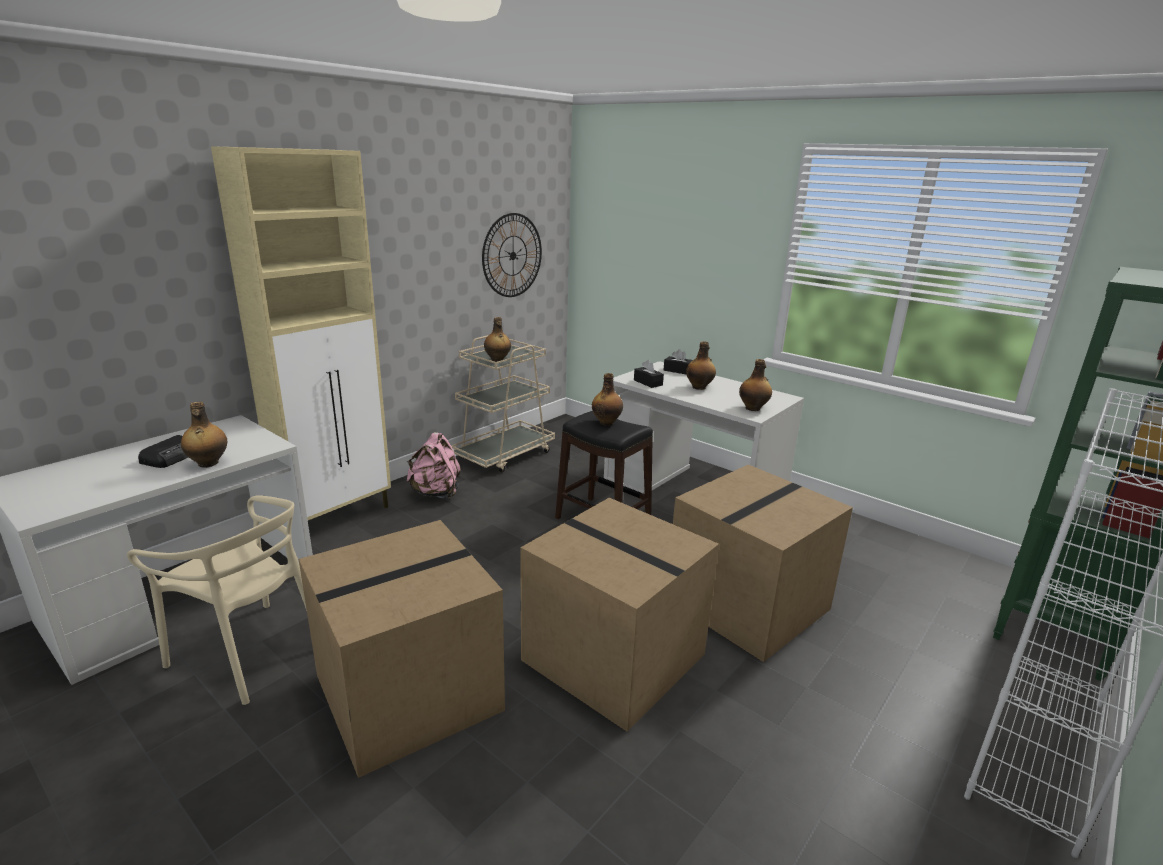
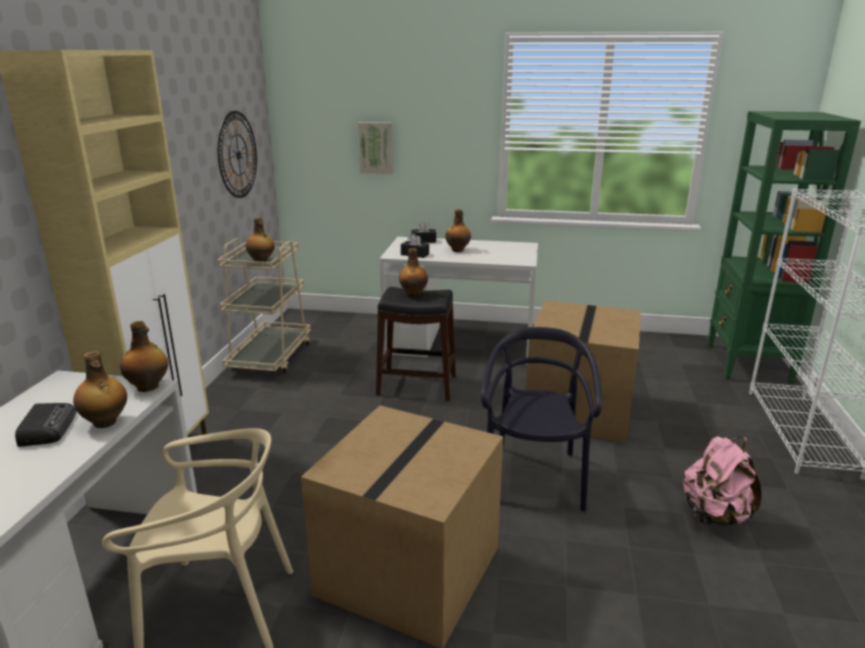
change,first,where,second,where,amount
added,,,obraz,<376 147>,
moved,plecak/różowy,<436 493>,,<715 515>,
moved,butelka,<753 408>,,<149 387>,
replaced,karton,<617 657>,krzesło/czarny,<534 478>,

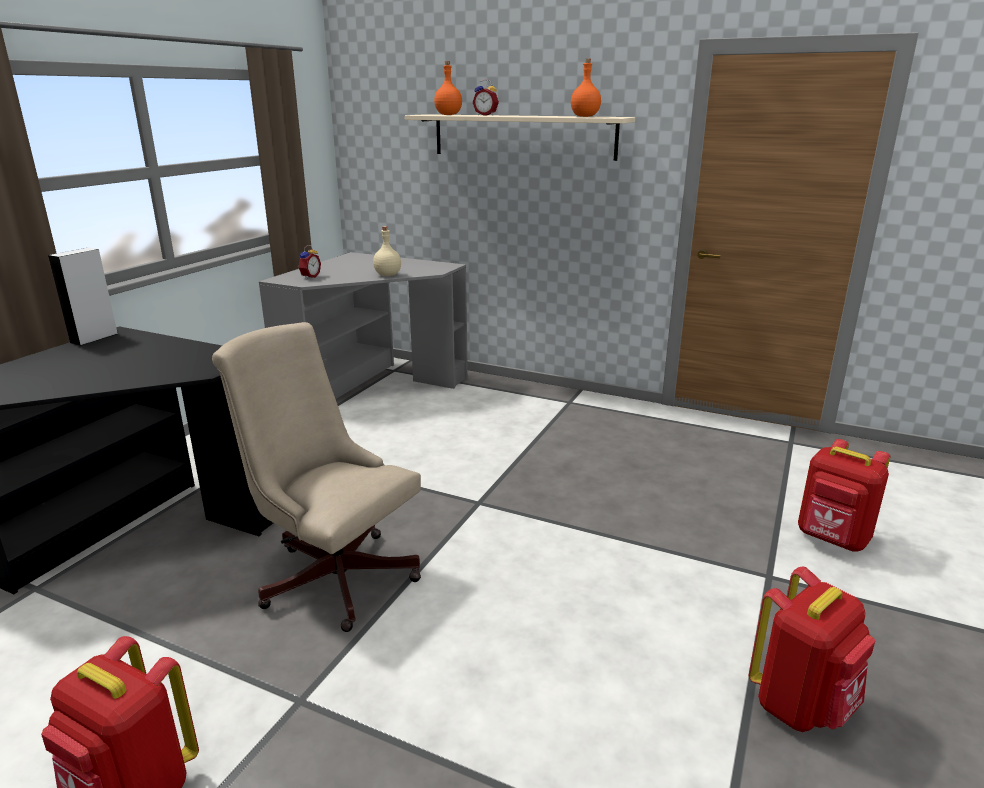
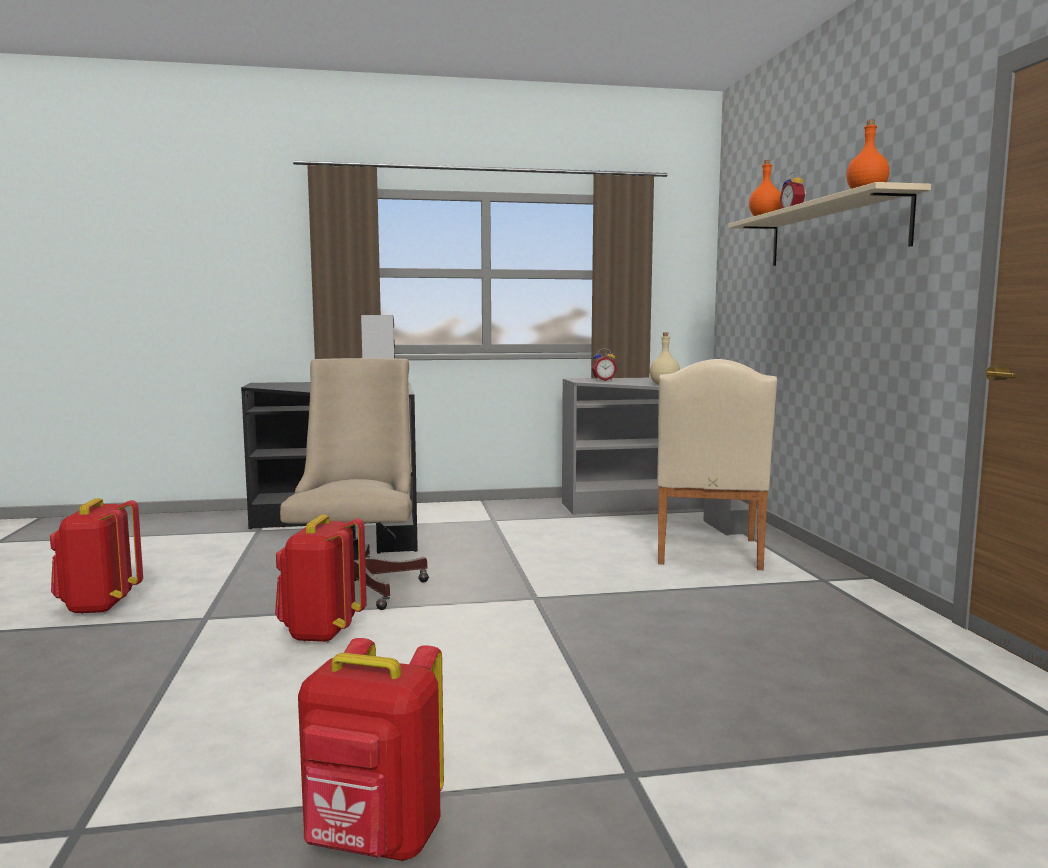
change,first,where,second,where,amount
added,,,krzesło/beżowy,<707 554>,
moved,plecak/czerwony,<832 539>,,<321 632>,

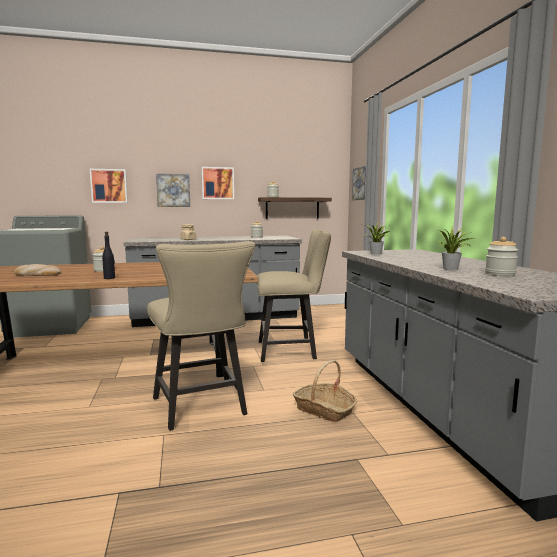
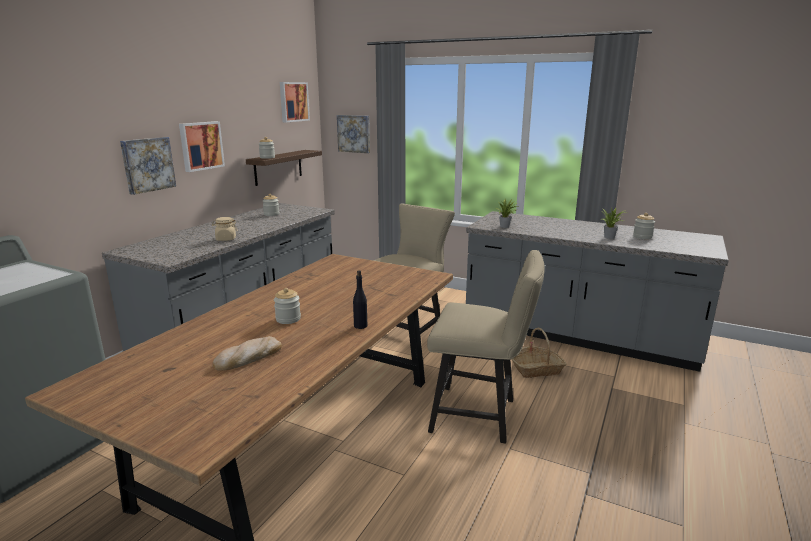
change,first,where,second,where,amount
moved,obraz,<109 186>,,<293 102>,

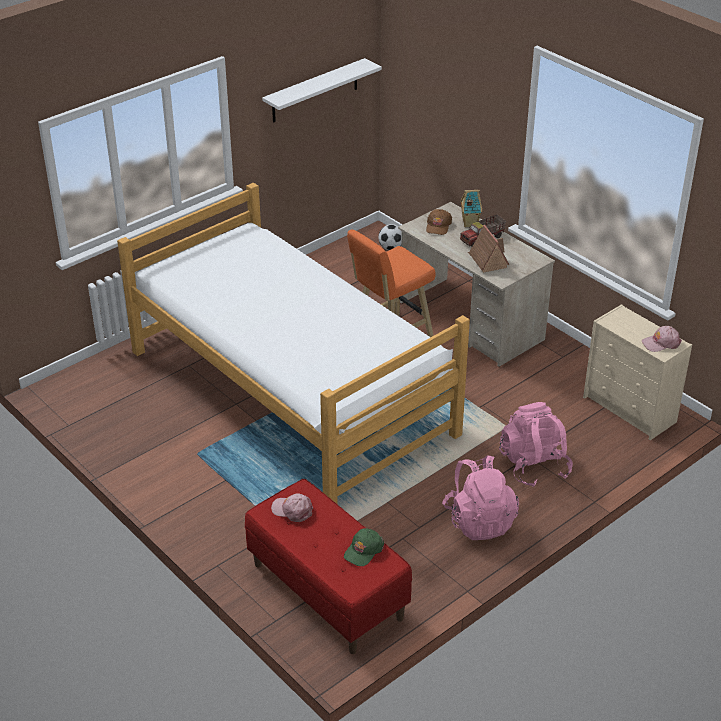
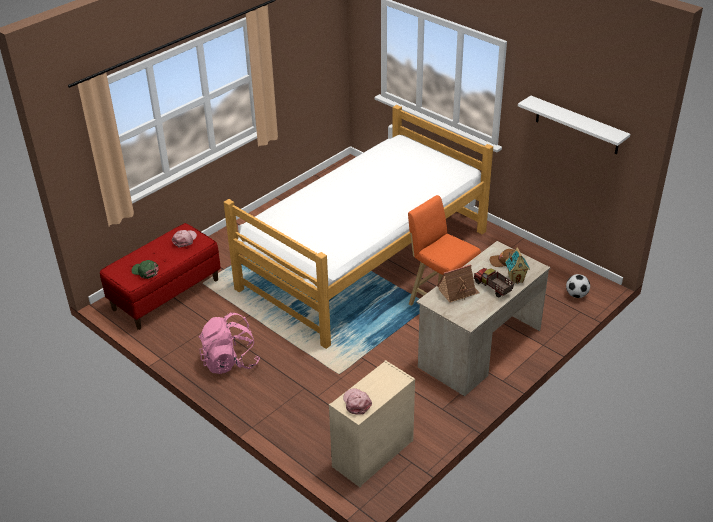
change,first,where,second,where,amount
removed,plecak/różowy,<533 466>,,,

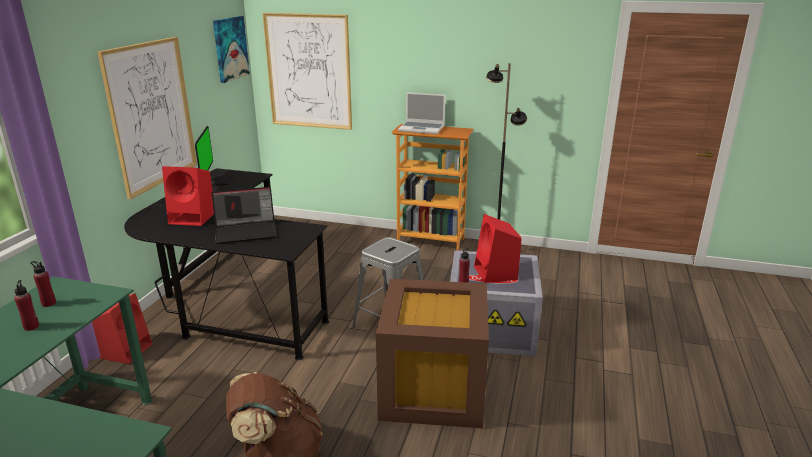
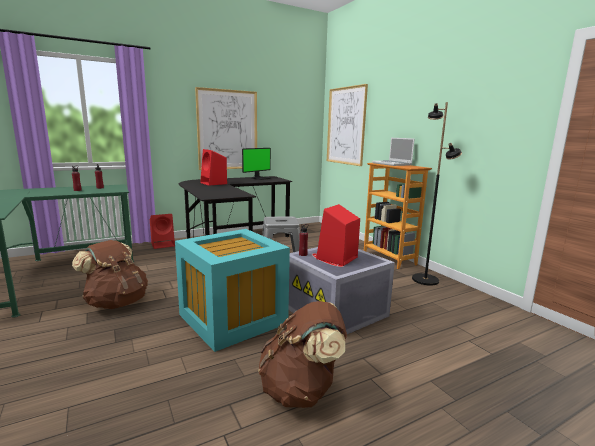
change,first,where,second,where,amount
removed,laptop,<247 231>,,,
removed,obraz,<230 48>,,,
added,,,plecak/brązowy,<302 390>,
recoloured,pojemnik do przechowywania/brązowy,<434 389>,pojemnik do przechowywania/turkusowy,<234 319>,

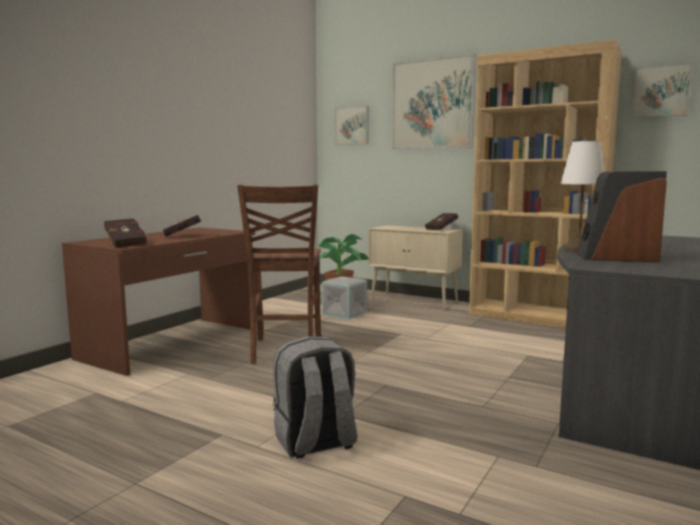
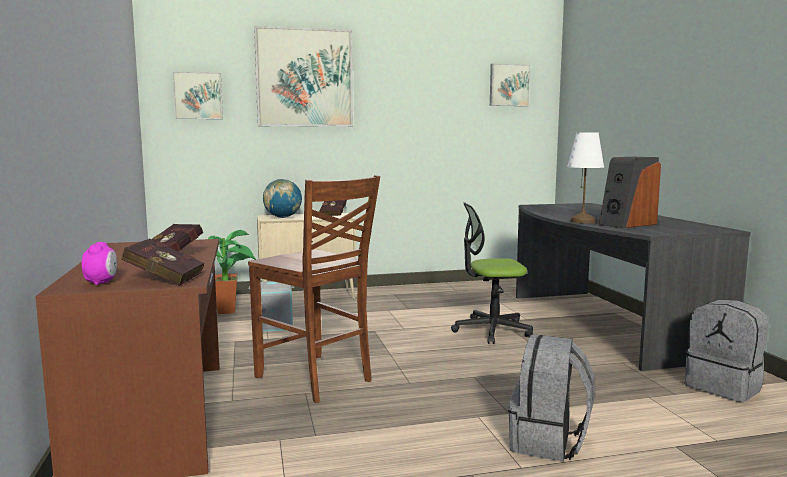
change,first,where,second,where,amount
removed,regał/brązowy,<534 317>,,,
added,,,budzik,<101 283>,
added,,,globus,<283 217>,
added,,,krzesło biurowe,<491 330>,
added,,,plecak/szary,<724 387>,

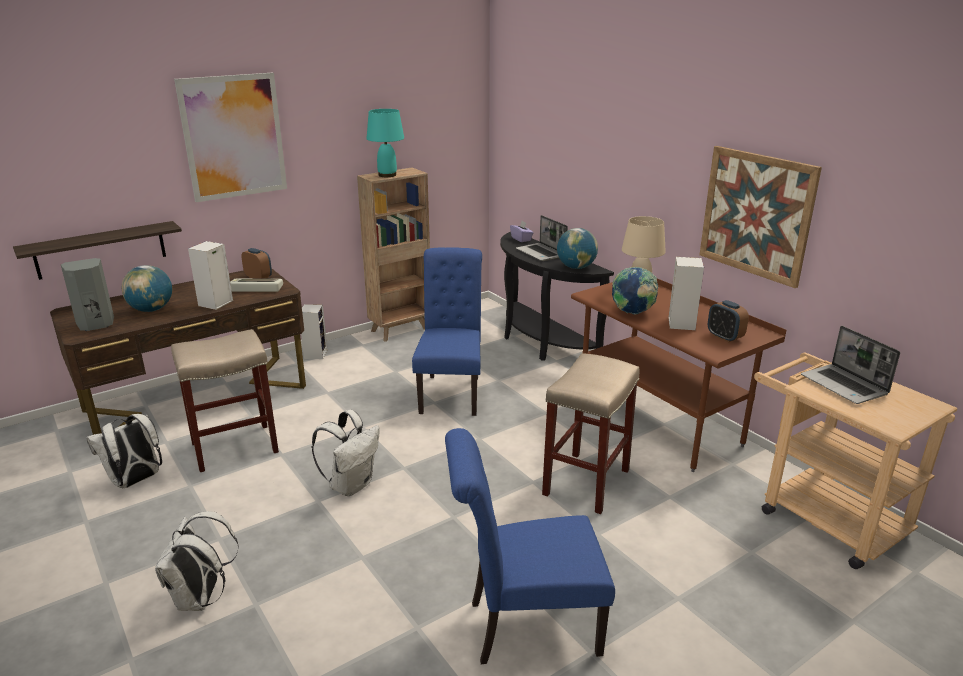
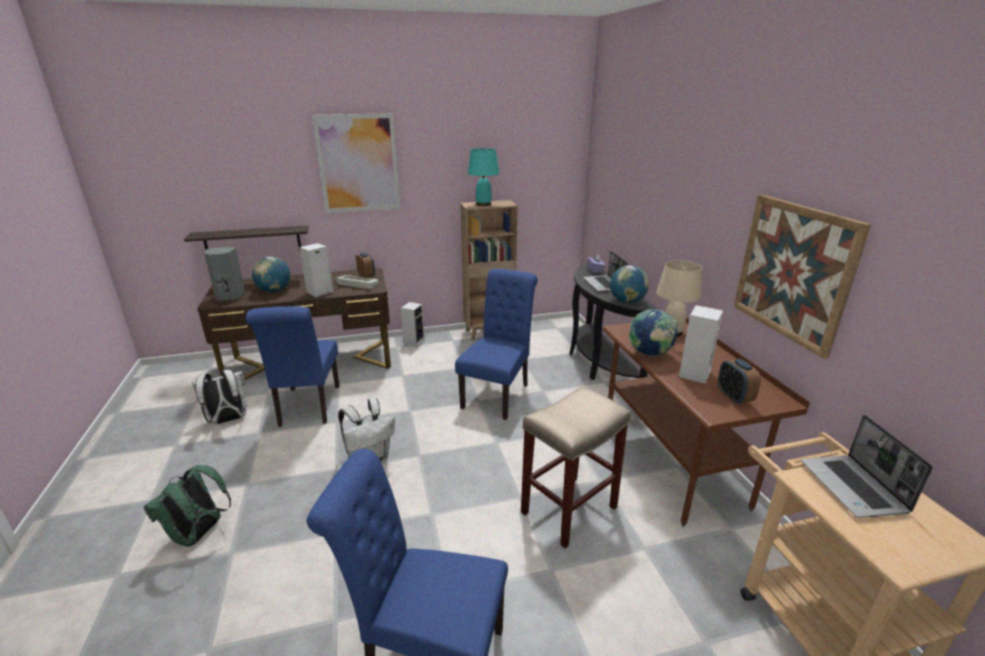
change,first,where,second,where,amount
replaced,stołek/beżowy,<233 448>,krzesło/niebieski,<308 408>,
recoloured,plecak/biały,<201 598>,plecak/zielony,<199 534>,

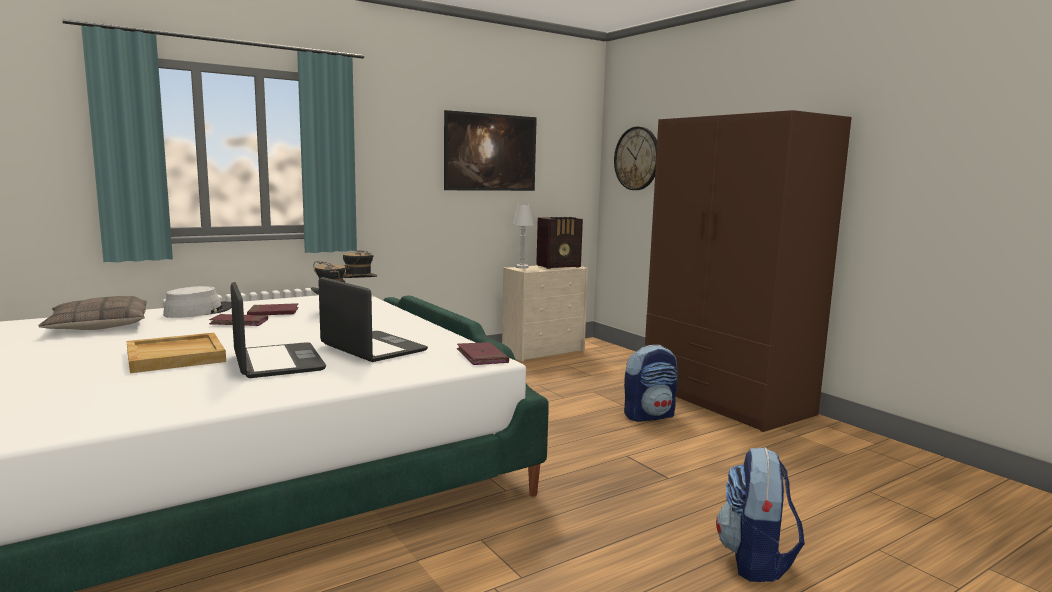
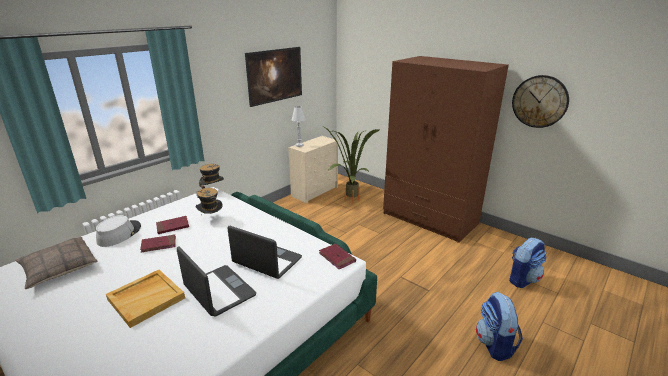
change,first,where,second,where,amount
removed,radio,<559 266>,,,
added,,,roślina doniczkowa,<348 201>,
moved,zegar ścienny,<637 158>,,<539 101>,
moved,plecak,<649 415>,,<522 279>,

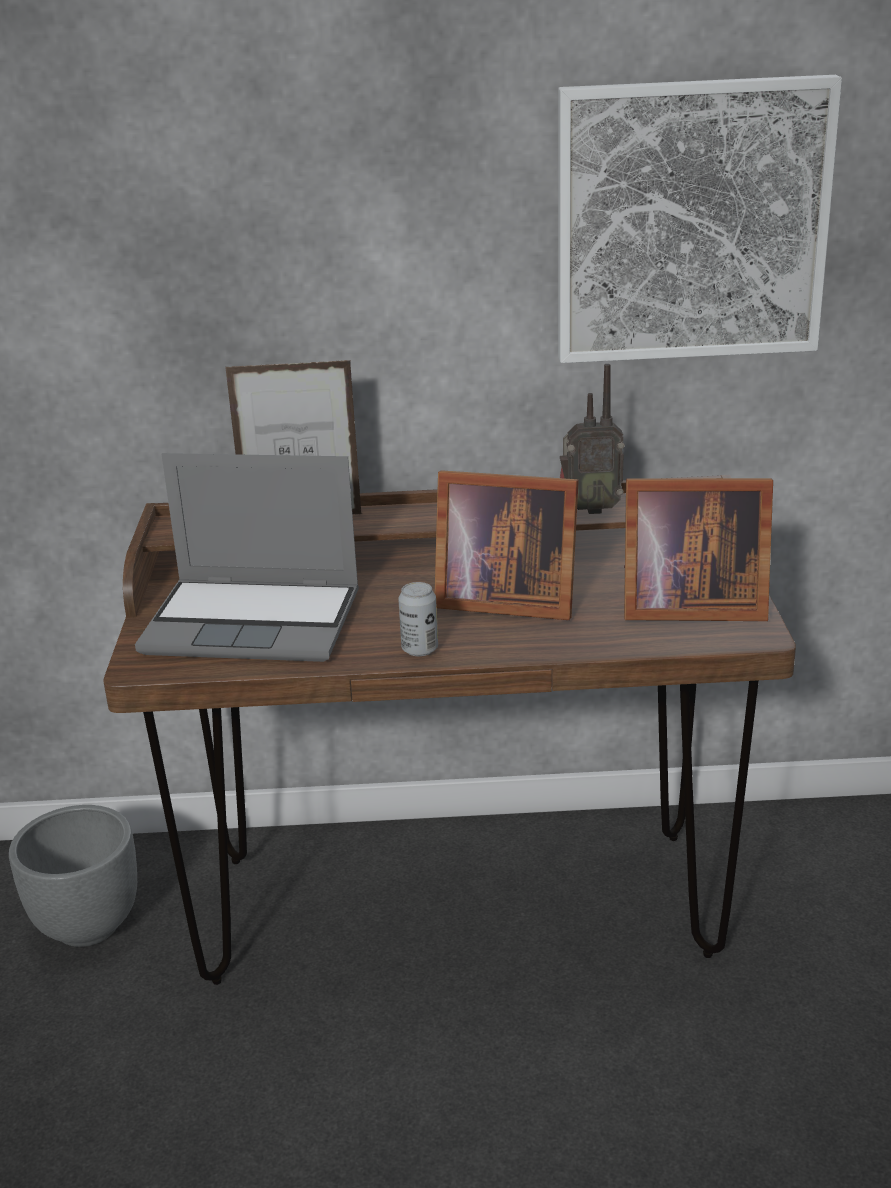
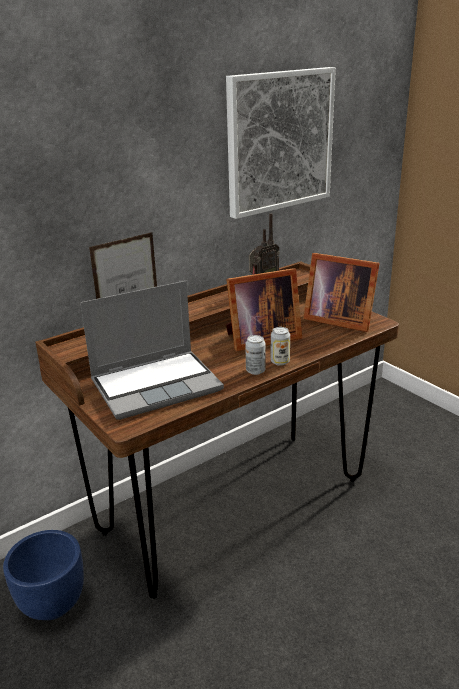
change,first,where,second,where,amount
added,,,puszka,<280 362>,
recoloured,donica/szary,<89 926>,donica/niebieski,<54 604>,
turned,ramka na zdjęcie,<686 606>,,<337 319>,60 degrees clockwise

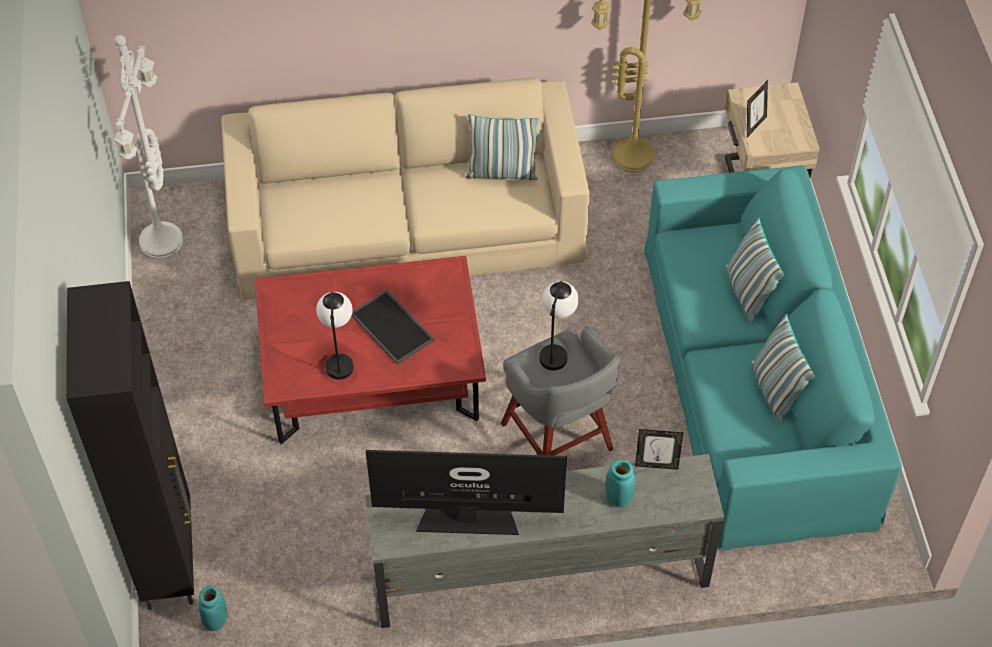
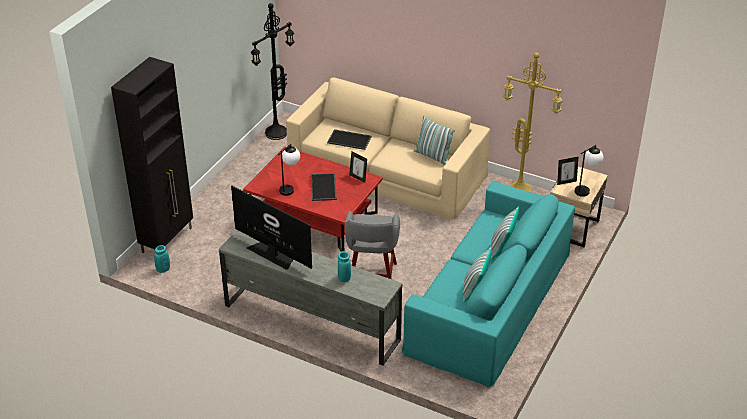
change,first,where,second,where,amount
added,,,taca,<350 139>,
moved,lampa stołowa,<555 349>,,<586 189>,
moved,ramka na zdjęcie,<656 464>,,<358 178>,
recoloured,lampa stojąca/biały,<164 243>,lampa stojąca/czarny,<276 134>,

